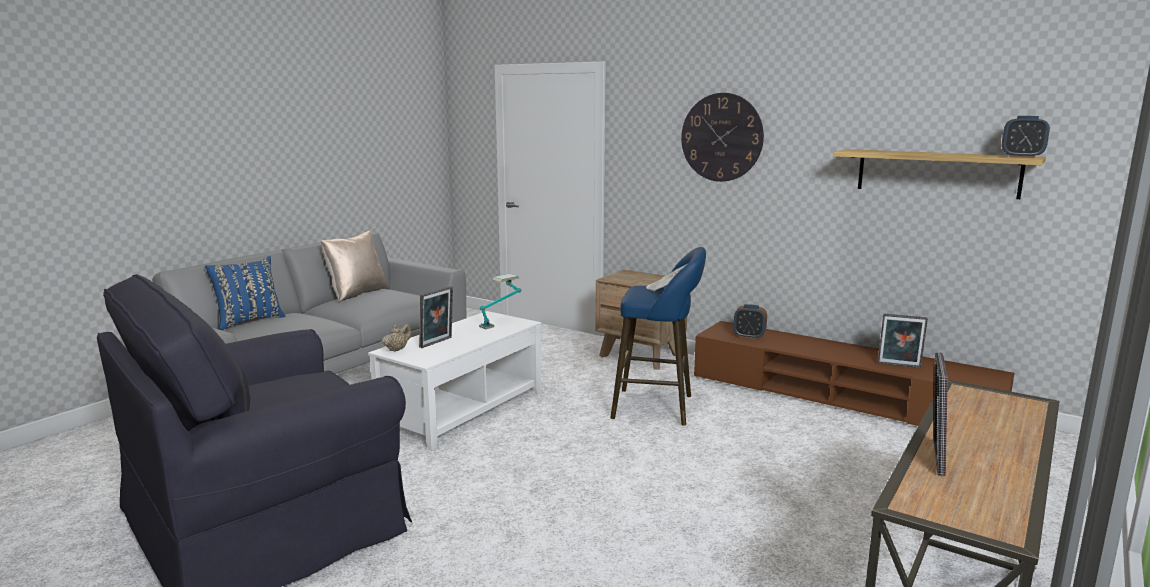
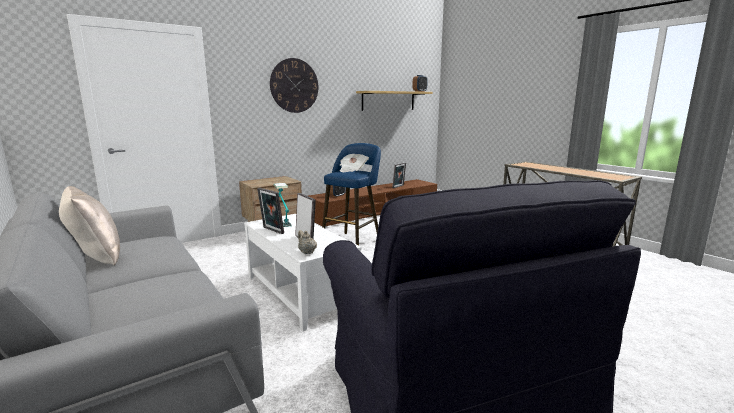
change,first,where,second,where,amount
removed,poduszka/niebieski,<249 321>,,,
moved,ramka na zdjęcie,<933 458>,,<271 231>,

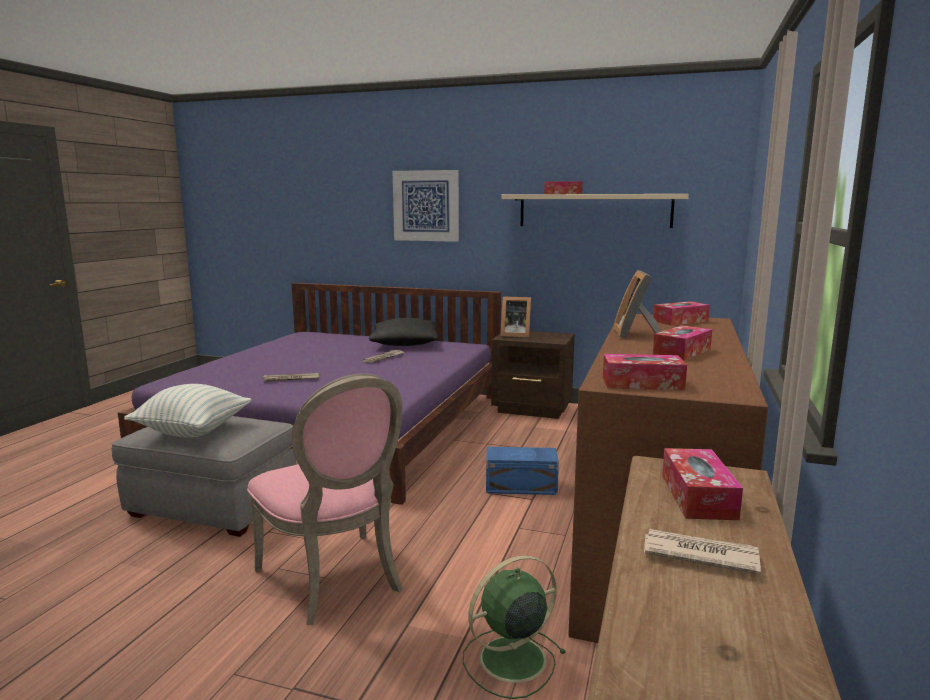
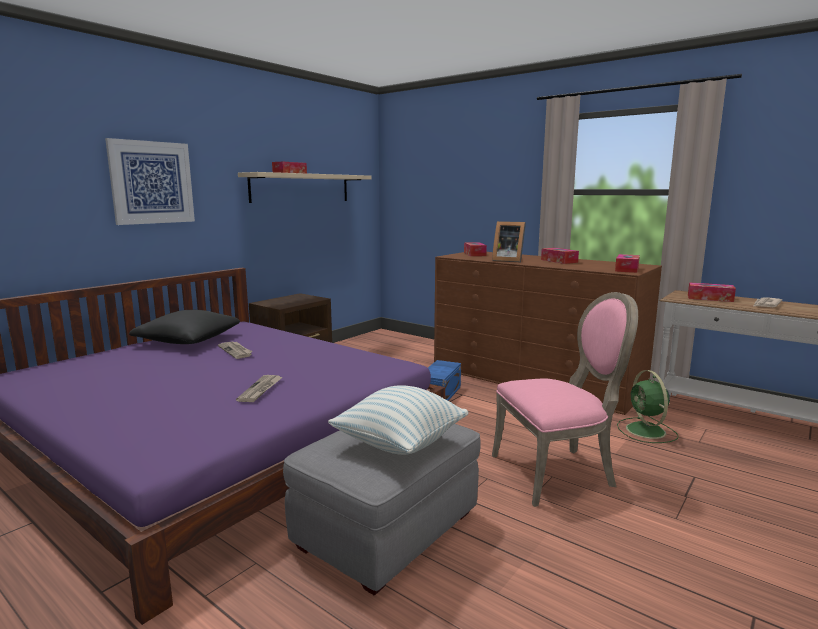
change,first,where,second,where,amount
removed,ramka na zdjęcie,<514 335>,,,

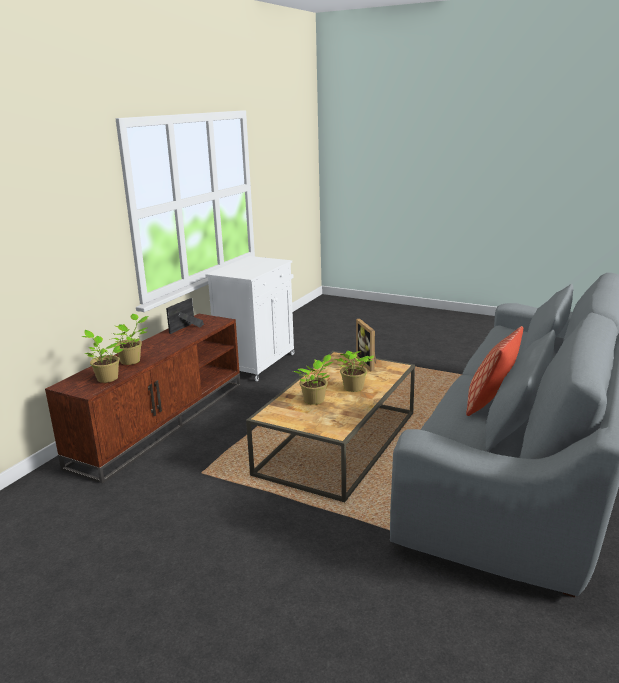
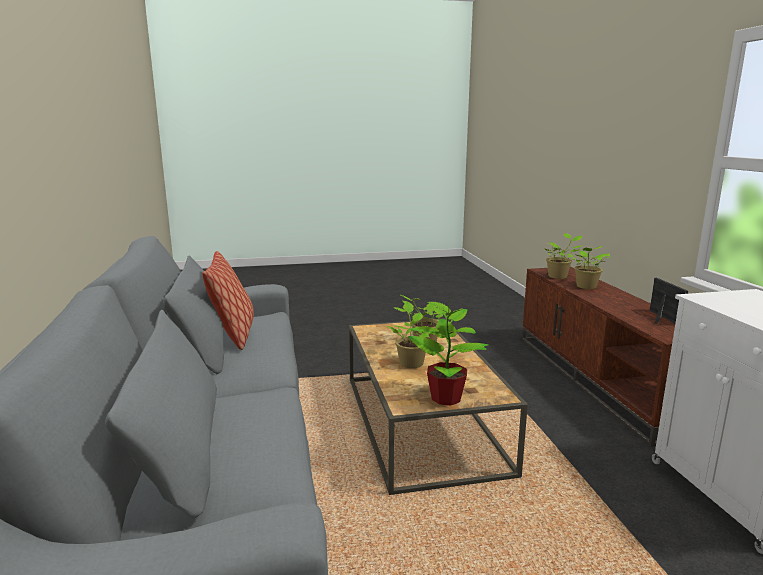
change,first,where,second,where,amount
replaced,ramka na zdjęcie,<369 363>,roślina doniczkowa,<447 398>,

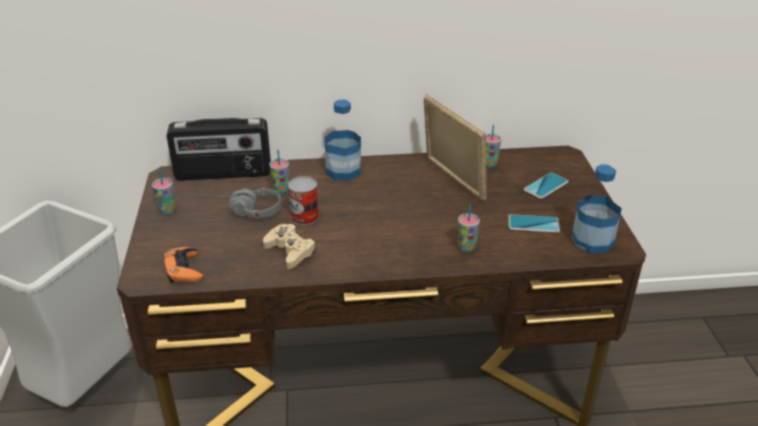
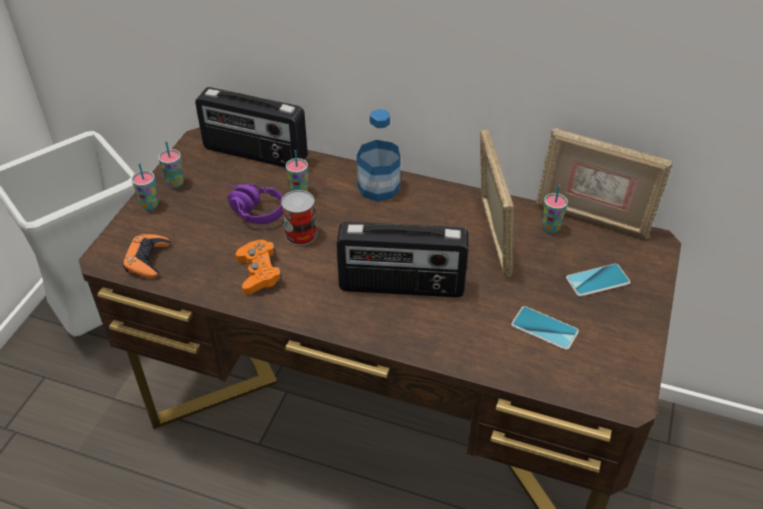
change,first,where,second,where,amount
removed,butelka,<592 241>,,,
added,,,radio,<401 286>,
added,,,ramka na zdjęcie,<592 218>,
moved,filiżanka,<466 247>,,<150 205>,
recoloured,słuchawki/szary,<249 211>,słuchawki/fioletowy,<250 210>,
recoloured,pad do gier/beżowy,<290 251>,pad do gier/pomarańczowy,<259 272>,

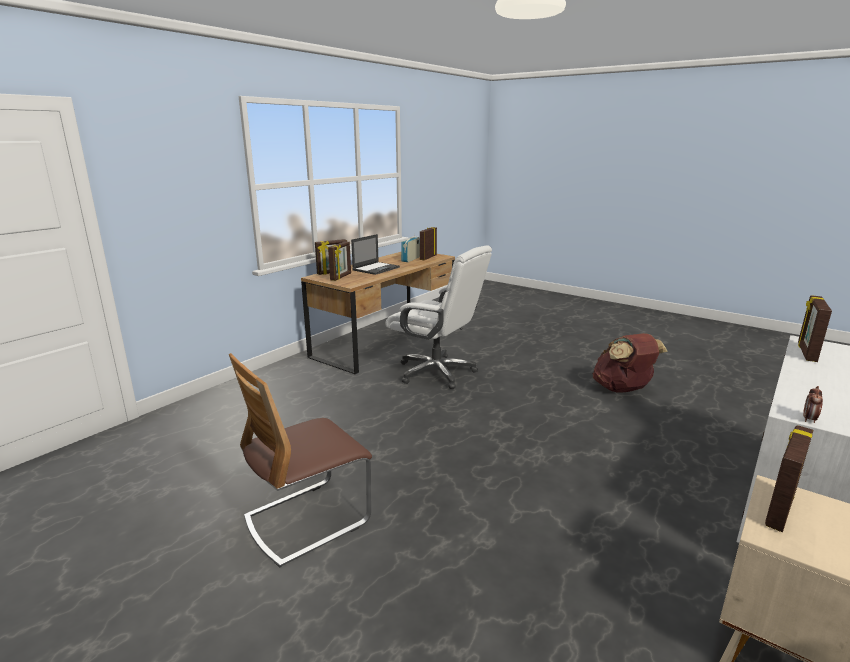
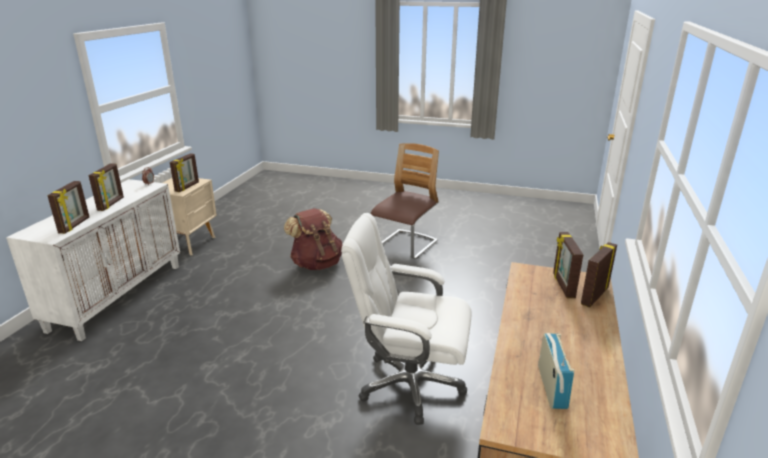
change,first,where,second,where,amount
removed,laptop,<376 268>,,,
moved,ramka na zdjęcie,<427 257>,,<111 204>,
moved,plecak/brązowy,<622 389>,,<316 264>,

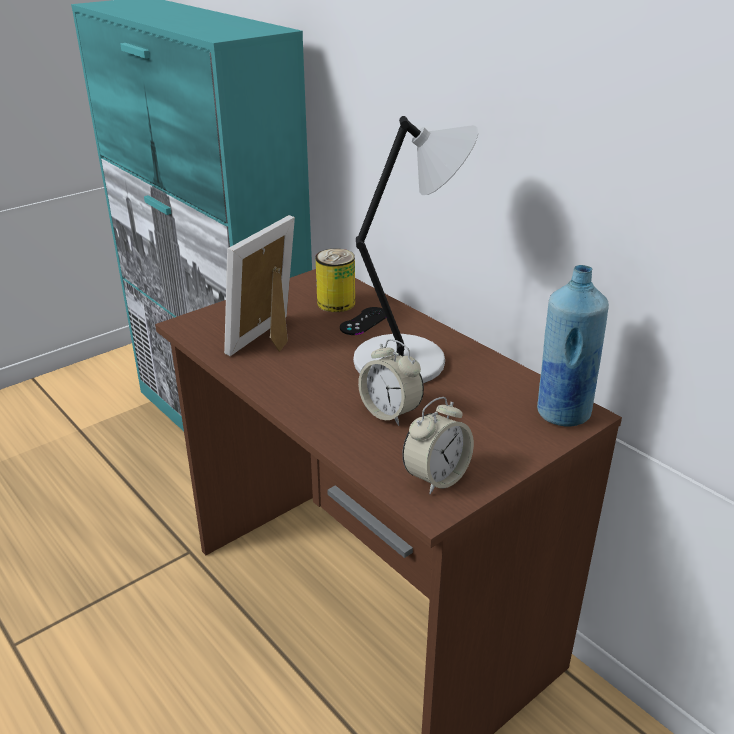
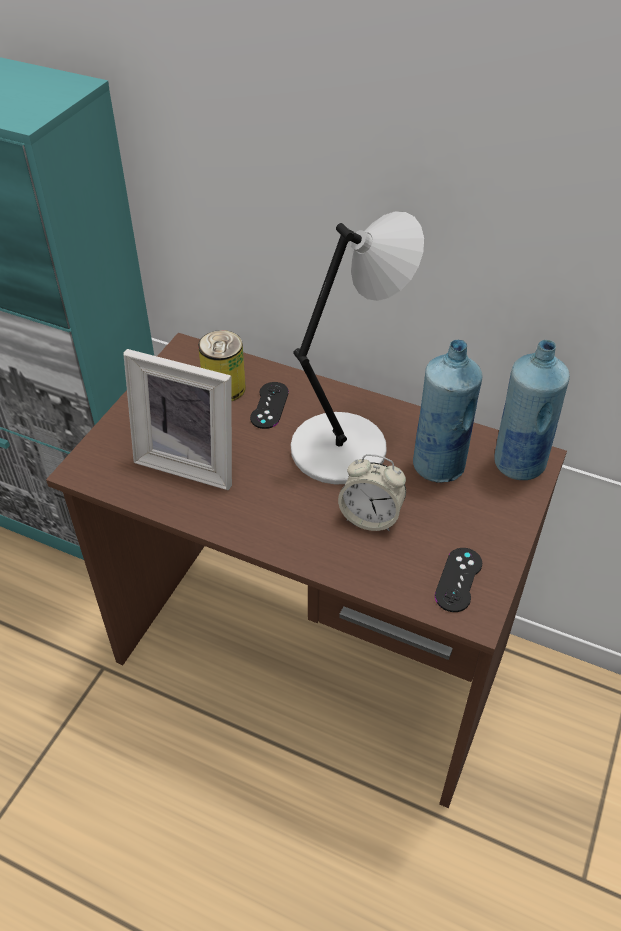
change,first,where,second,where,amount
added,,,butelka/niebieski,<439 465>,
replaced,budzik,<436 477>,pad do gier/czarny,<458 579>,
turned,ramka na zdjęcie,<271 339>,,<191 461>,75 degrees counterclockwise

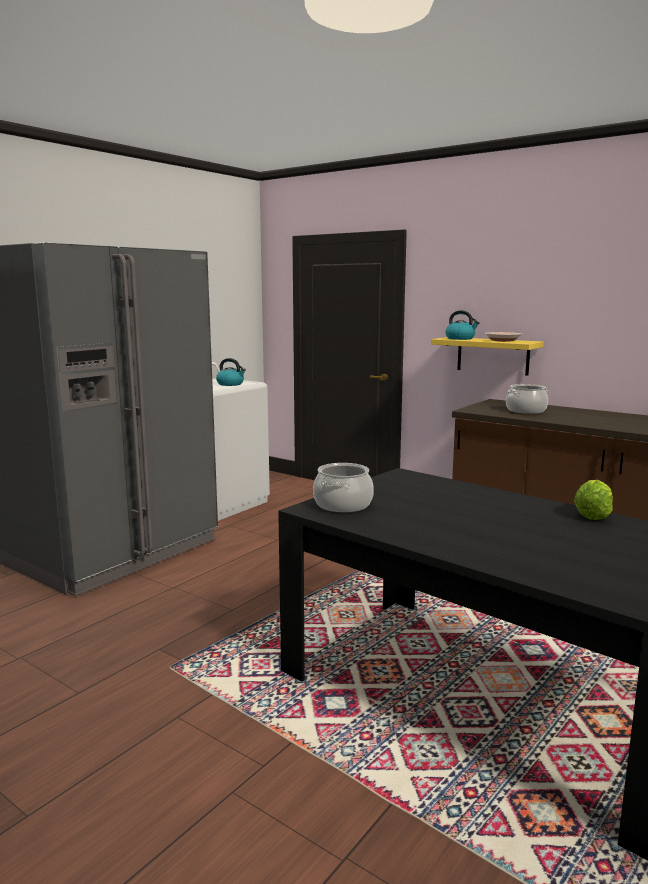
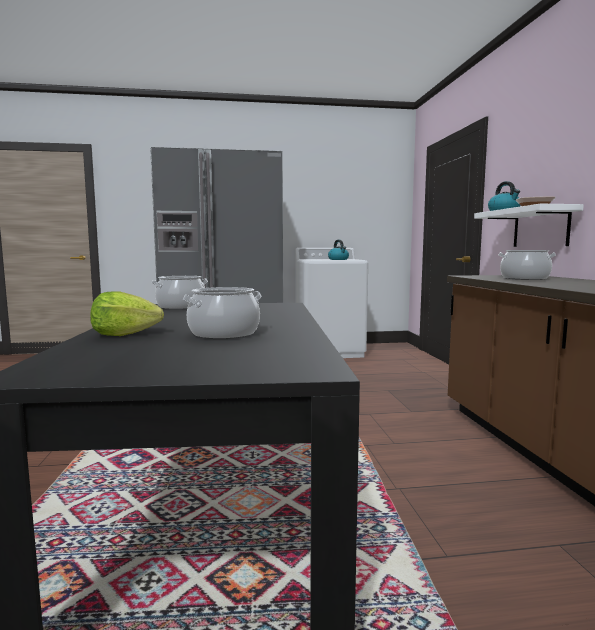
change,first,where,second,where,amount
added,,,garnek,<224 333>,
moved,sałata,<593 515>,,<124 334>,
recoloured,półka/żółty,<492 355>,półka/biały,<540 228>,

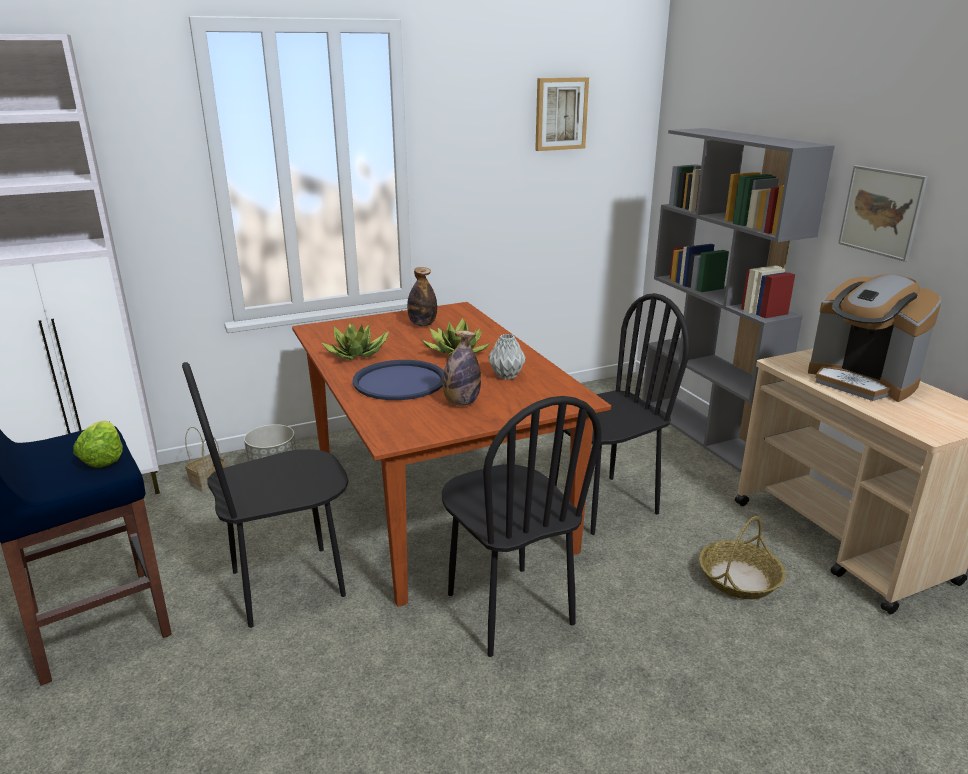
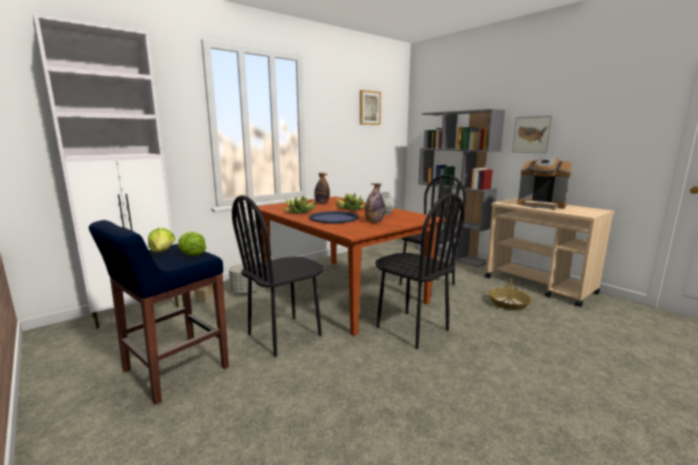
change,first,where,second,where,amount
added,,,sałata,<162 252>,

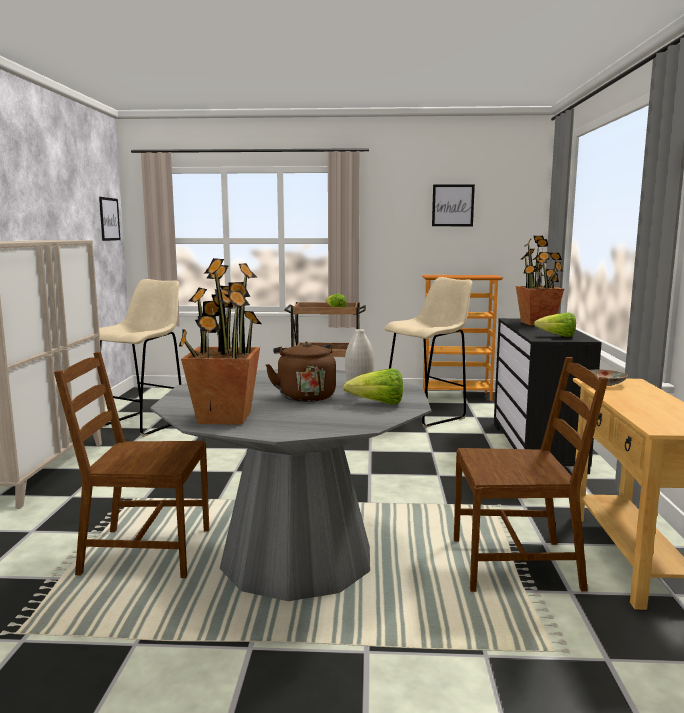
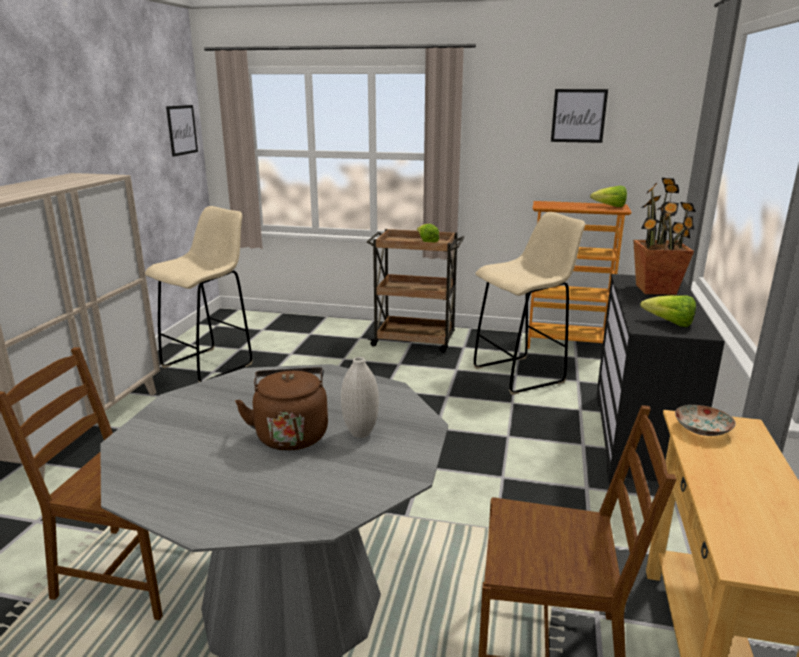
change,first,where,second,where,amount
removed,roślina doniczkowa,<224 417>,,,
moved,sałata,<378 404>,,<610 207>,

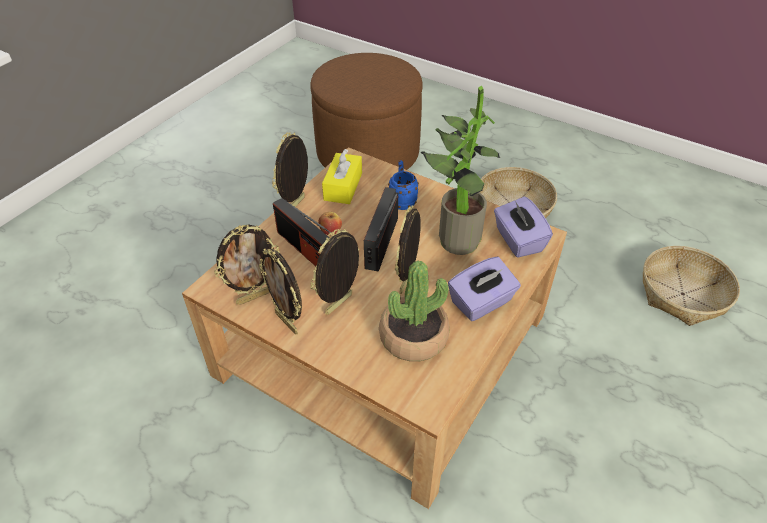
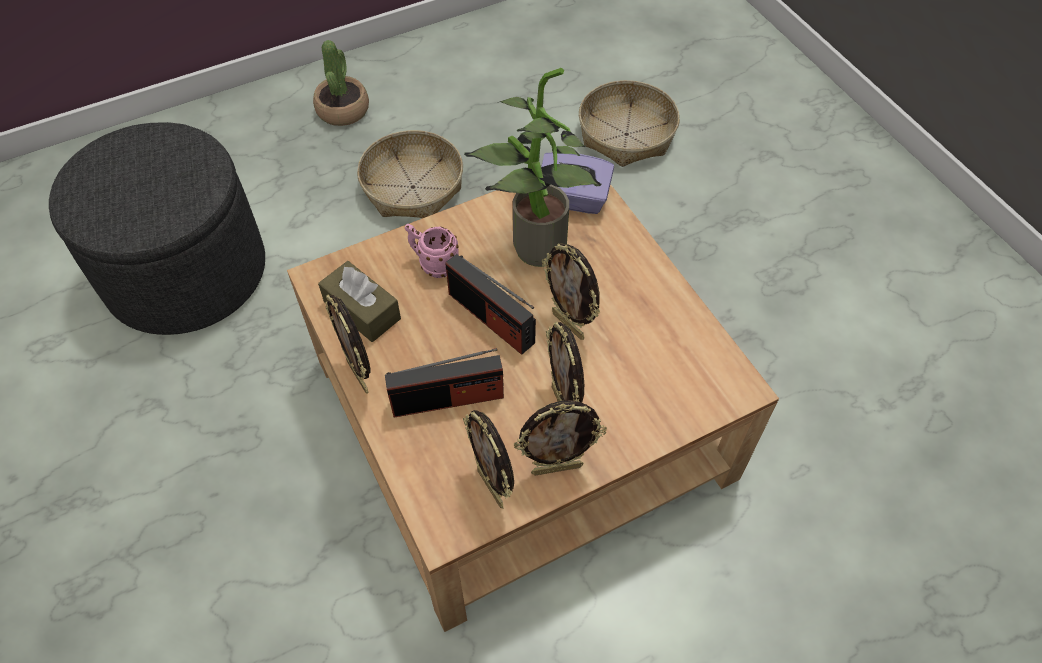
change,first,where,second,where,amount
removed,jabłko,<330 231>,,,
removed,pudełko chusteczek/fioletowy,<481 303>,,,
moved,roślina doniczkowa,<413 337>,,<343 110>,
recoloured,pufa/brązowy,<368 152>,pufa/szary,<186 272>,
recoloured,pudełko chusteczek/żółty,<343 186>,pudełko chusteczek/brązowy,<362 310>,
recoloured,kubek/niebieski,<402 200>,kubek/różowy,<433 264>,
turned,ramka na zdjęcie,<254 296>,,<492 487>,150 degrees clockwise

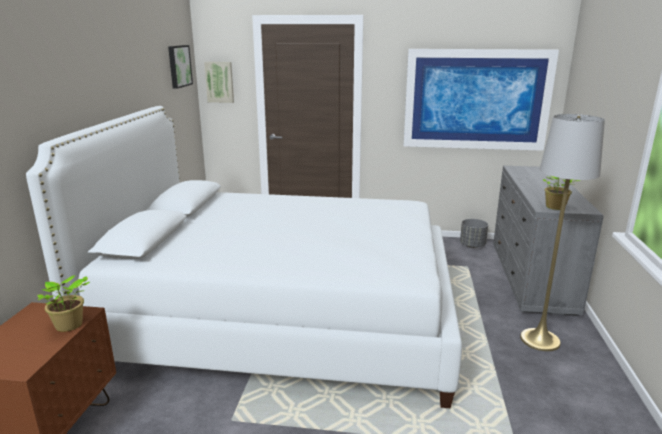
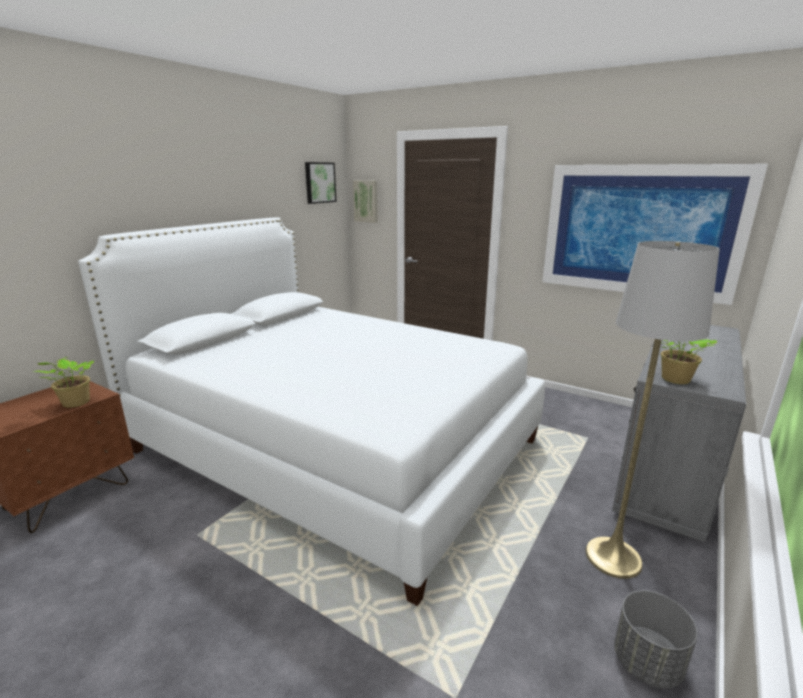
change,first,where,second,where,amount
moved,donica/szary,<472 245>,,<647 663>,

